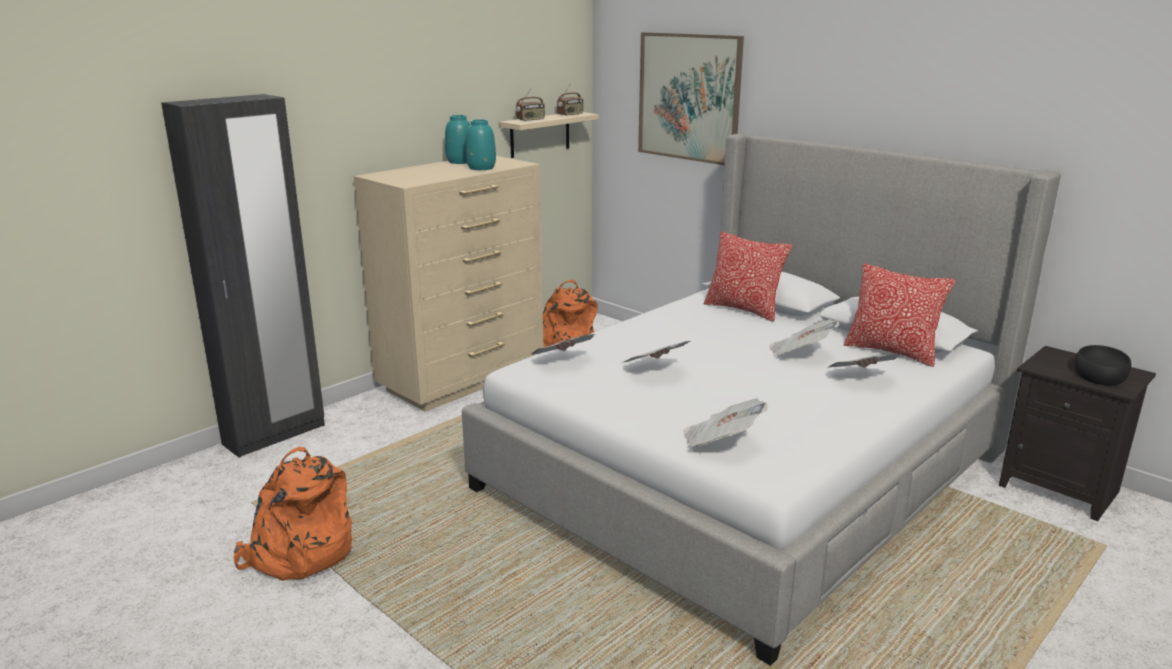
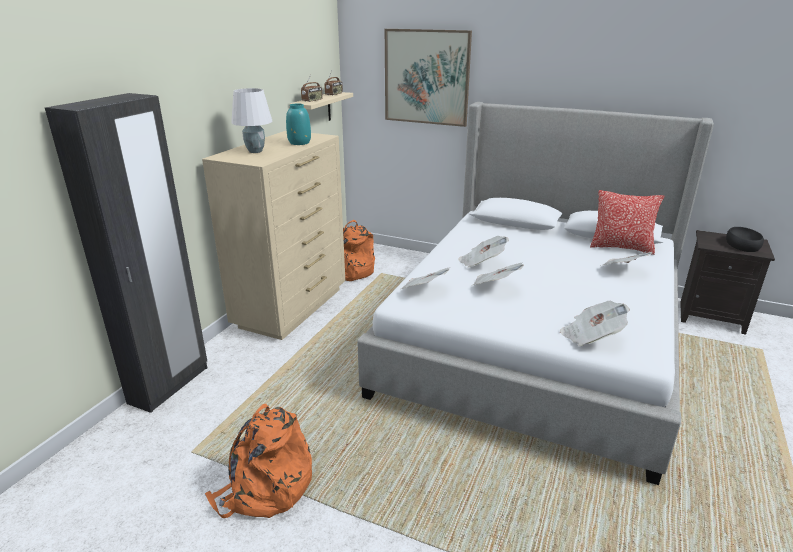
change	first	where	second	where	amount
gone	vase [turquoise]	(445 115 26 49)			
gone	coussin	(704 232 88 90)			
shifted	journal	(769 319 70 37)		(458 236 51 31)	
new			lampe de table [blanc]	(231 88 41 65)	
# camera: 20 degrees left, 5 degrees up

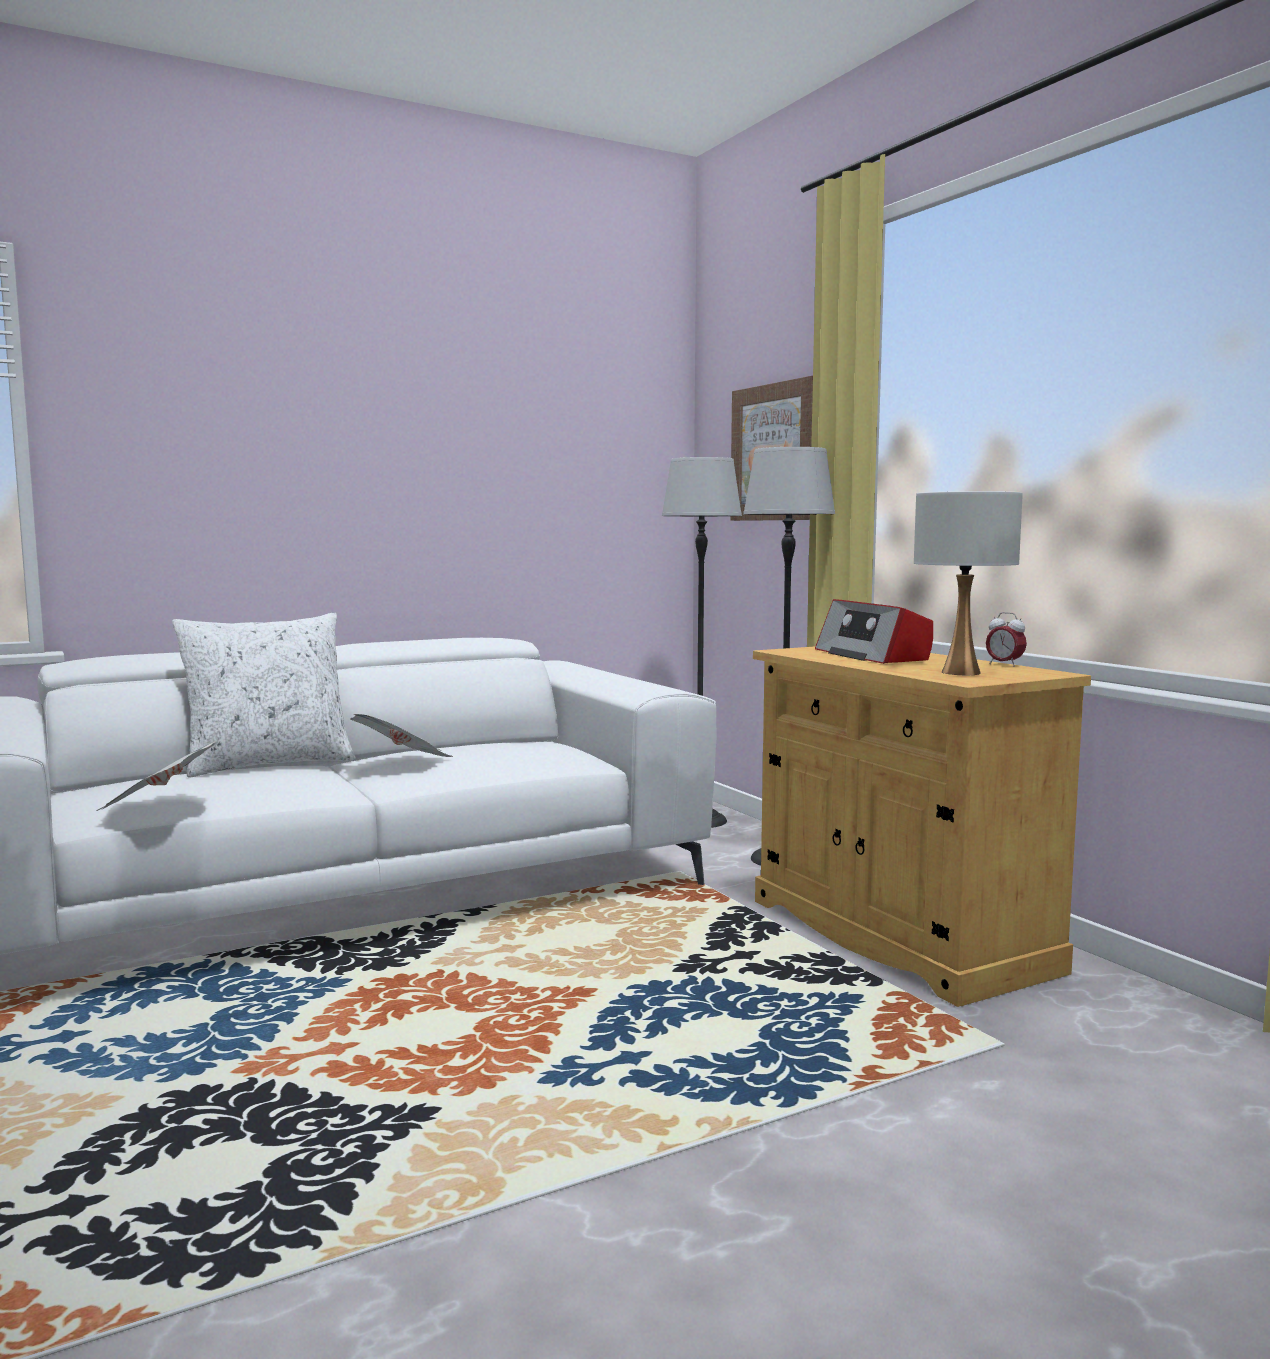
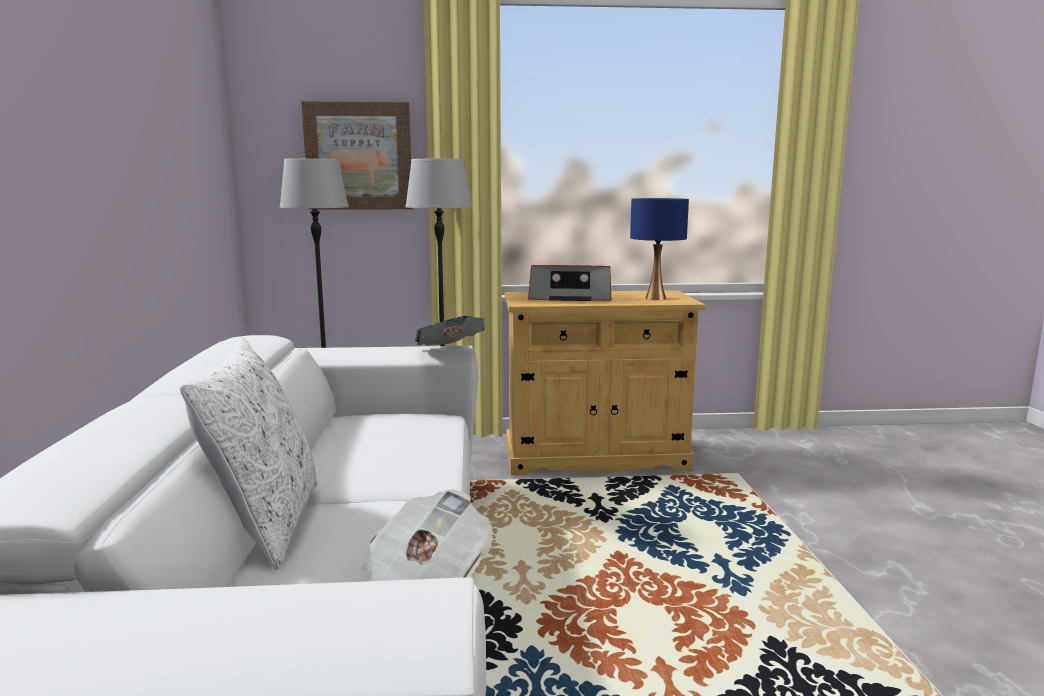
change	first	where	second	where	amount
repainted	lampe de table [blanc]	(914 491 109 184)	lampe de table [bleu]	(630 198 59 102)	
gone	réveil	(986 612 41 55)			
shifted	journal	(350 714 103 43)		(415 316 70 29)	
# camera: 65 degrees left, 5 degrees up

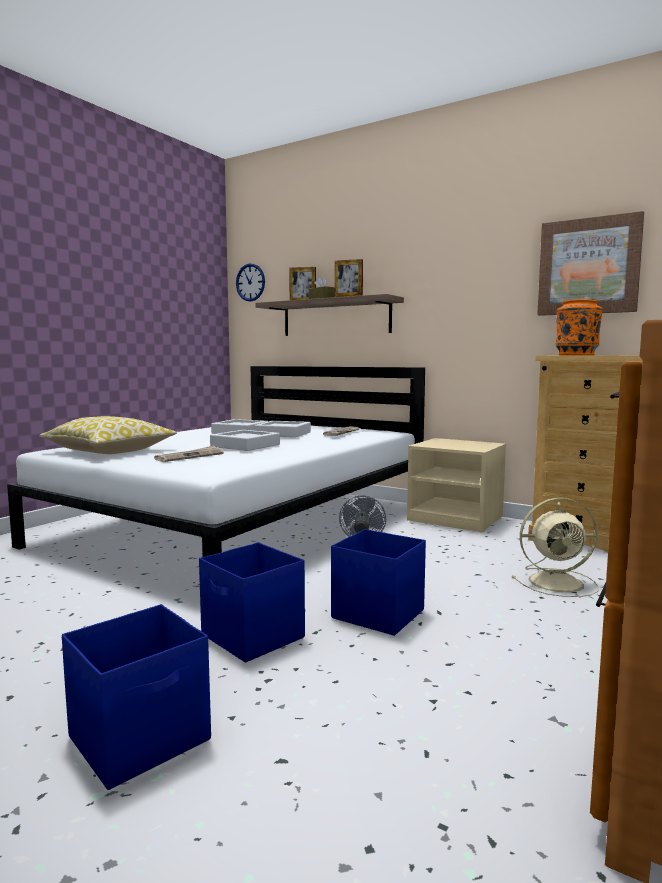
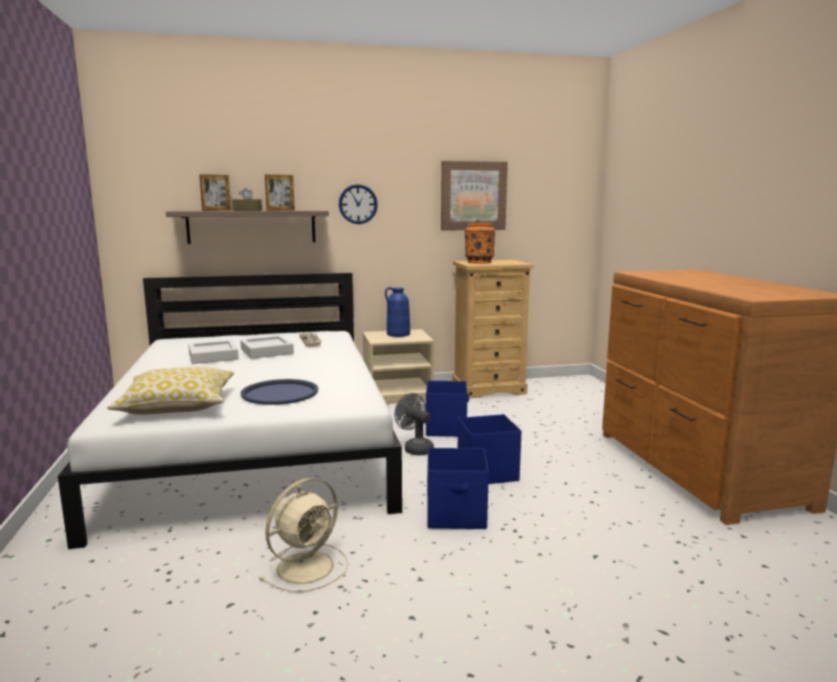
change	first	where	second	where	amount
shifted	horloge murale	(236 263 29 38)		(339 184 39 40)	
gone	plateau [gris]	(210 430 70 21)			
swapped	journal	(154 445 70 17)	plateau [bleu]	(240 379 78 26)	
shifted	ventilateur [beige]	(512 498 87 99)		(259 478 89 114)	
shifted	boîte de rangement [bleu]	(62 604 149 186)		(426 381 43 56)	
new			vase [bleu]	(385 287 25 50)	
# camera: 45 degrees left, 5 degrees up

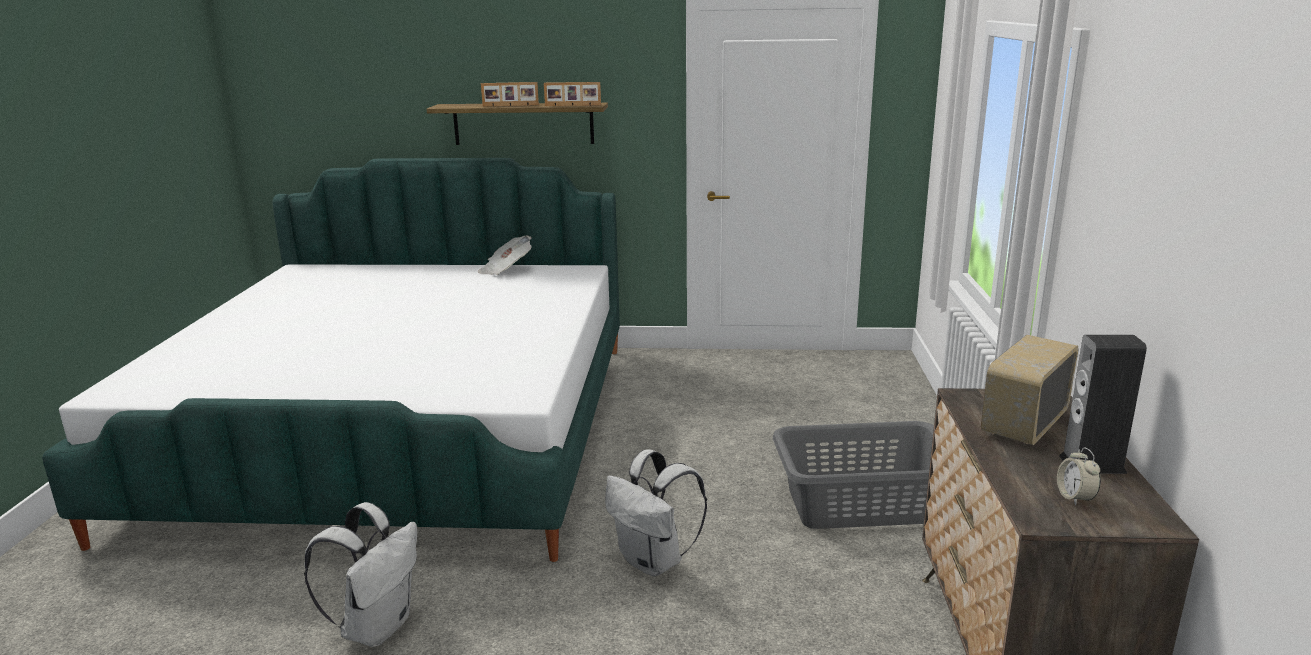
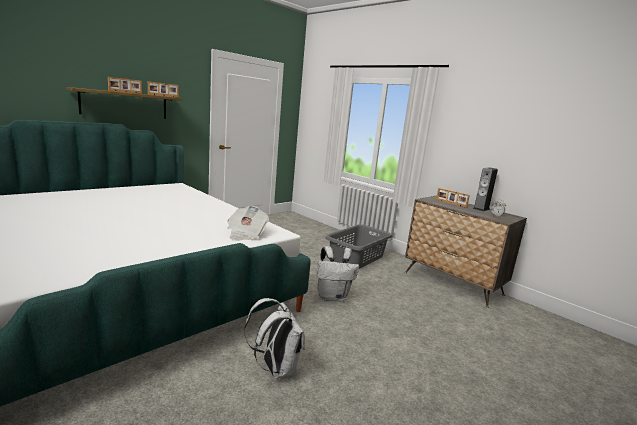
change	first	where	second	where	amount
shifted	journal	(478 236 54 39)		(227 206 42 35)	
swapped	radio	(981 335 98 110)	cadre photo	(436 188 34 20)	
# camera: 50 degrees left, 5 degrees down

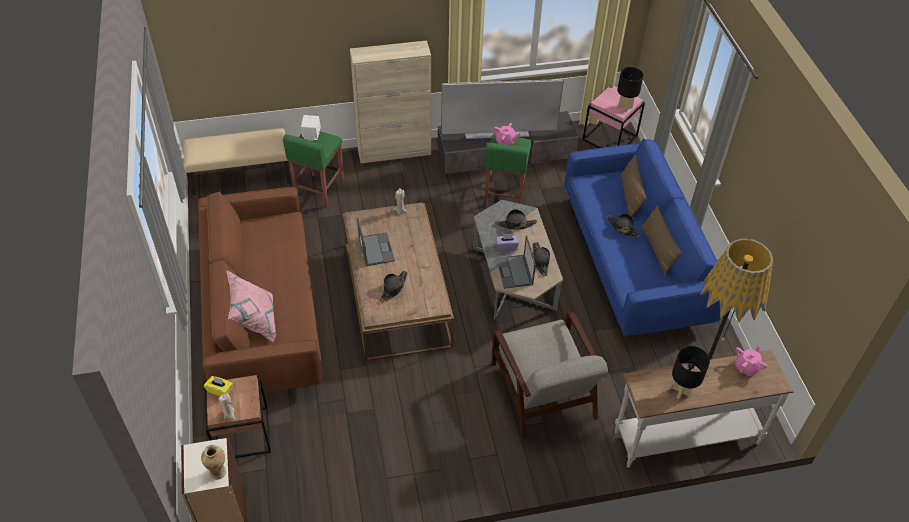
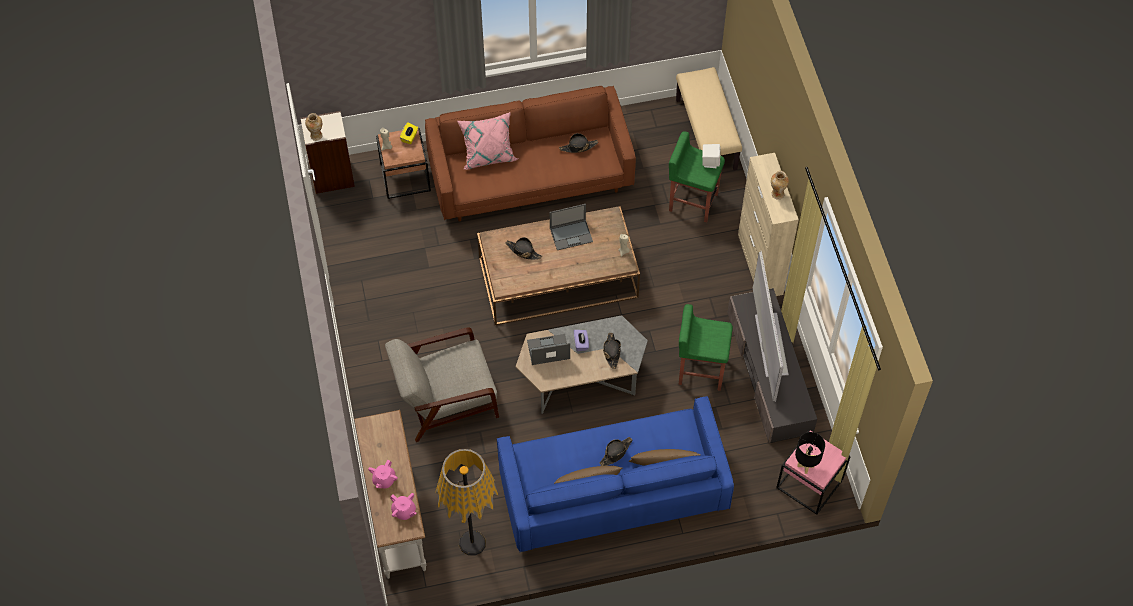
change	first	where	second	where	amount
shifted	théière [rose]	(493 123 28 22)		(368 460 30 29)	
shifted	chapeau [noir]	(532 242 18 34)		(559 133 39 20)	
gone	lampe de table [noir]	(672 346 38 53)			
new			vase	(771 171 18 29)	
# camera: 90 degrees right, 10 degrees up

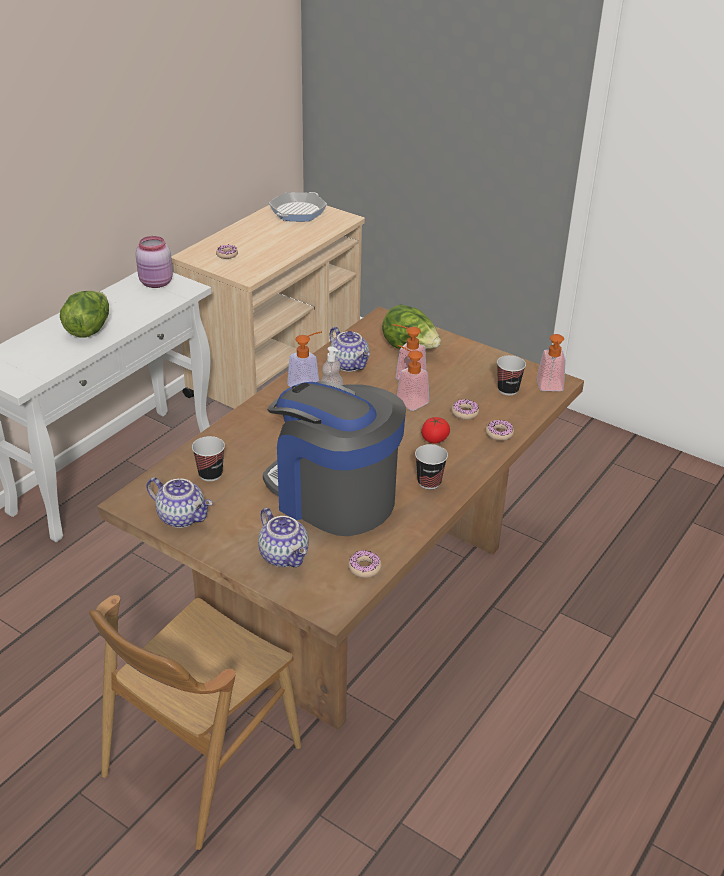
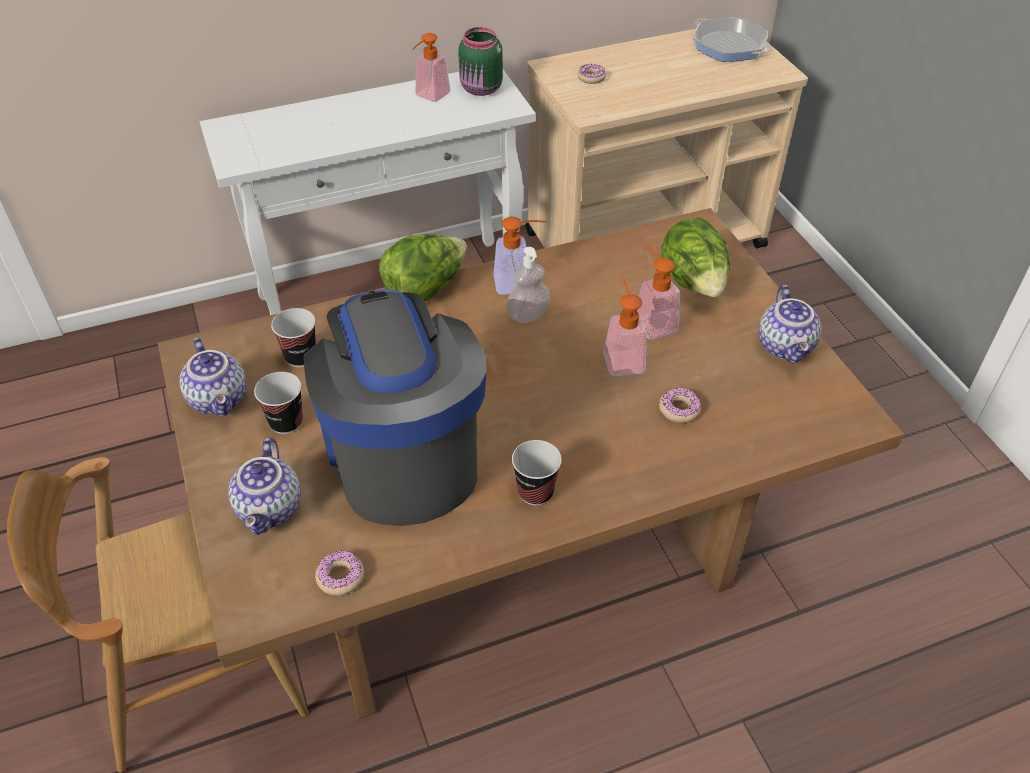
change	first	where	second	where	amount
rotated	poêle	(269 192 58 29)		(693 17 75 45)	75 degrees clockwise
repainted	bocal [rose]	(136 236 37 52)	bocal [vert]	(458 27 45 69)	
shifted	laitue	(60 291 49 47)		(379 234 88 67)	
shifted	théière	(330 327 40 45)		(758 285 63 78)	
shifted	distributeur de savon	(537 334 29 57)		(412 33 39 69)	
shifted	tasse	(497 355 29 40)		(254 372 49 62)	
gone	tomate	(421 417 29 26)			
gone	beignet	(486 420 28 21)			
# camera: 35 degrees right, 10 degrees up

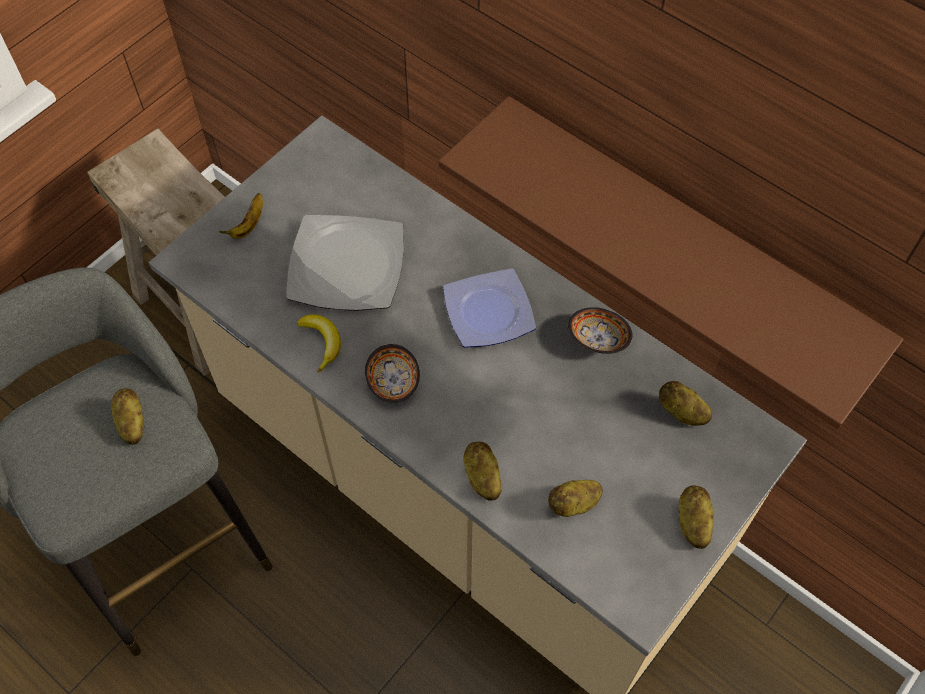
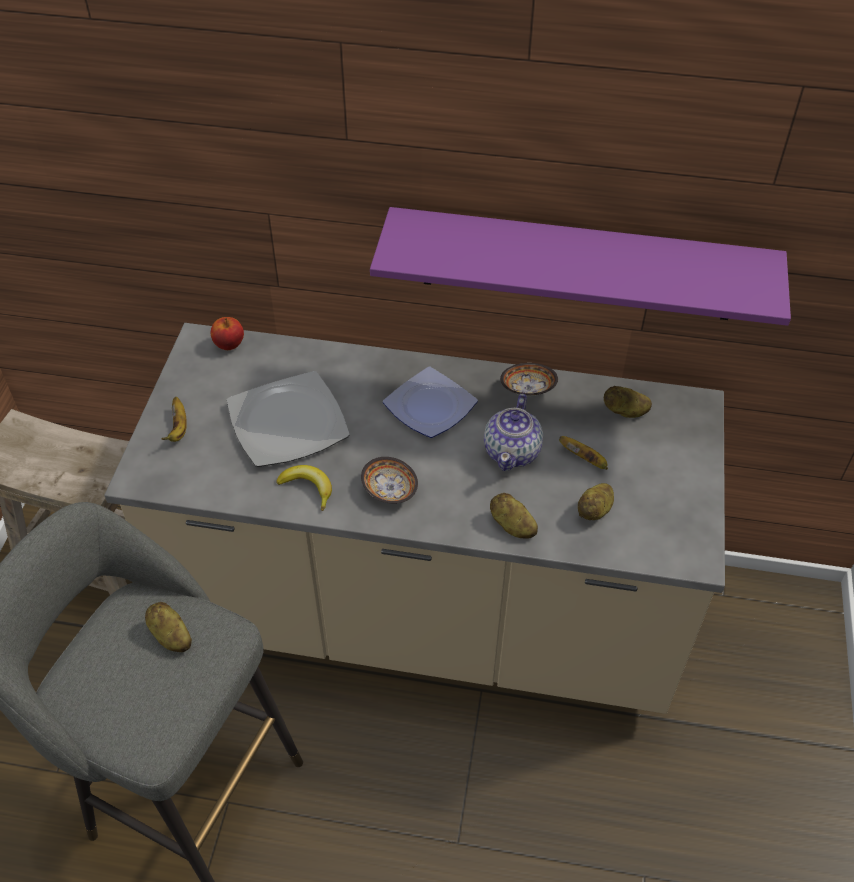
change	first	where	second	where	amount
repainted	étagère [marron]	(439 96 465 333)	étagère [violet]	(370 207 421 119)	
gone	pomme de terre	(679 485 35 64)			
new			pomme	(211 317 33 33)	
new			théière	(484 394 59 77)	
new			banane	(559 436 49 34)	
# camera: 30 degrees left, 10 degrees down

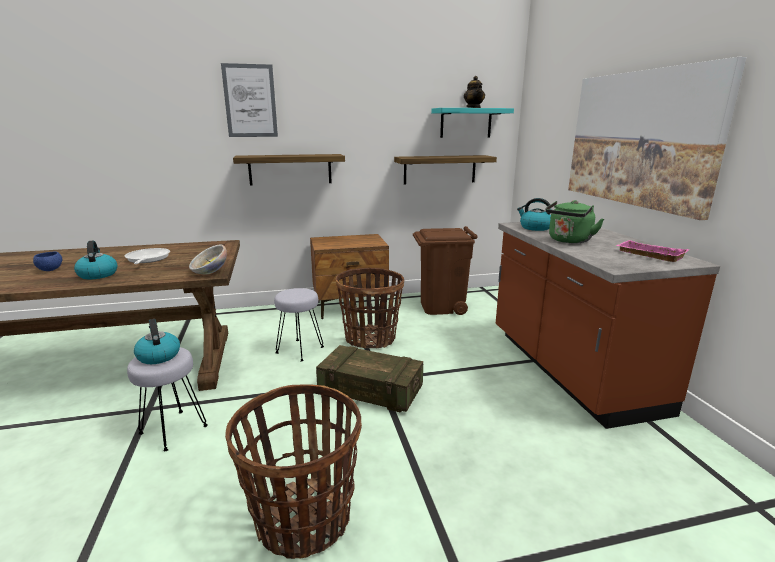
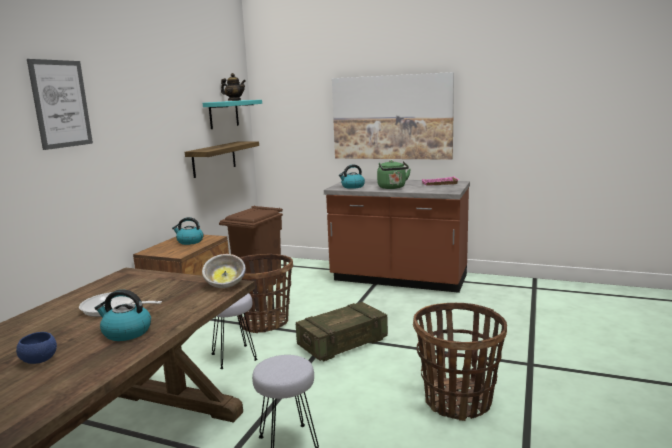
change	first	where	second	where	amount
gone	étagère	(233 154 112 32)			
shifted	bouilloire	(134 319 46 45)		(172 217 32 28)	
# camera: 55 degrees left, 5 degrees down

